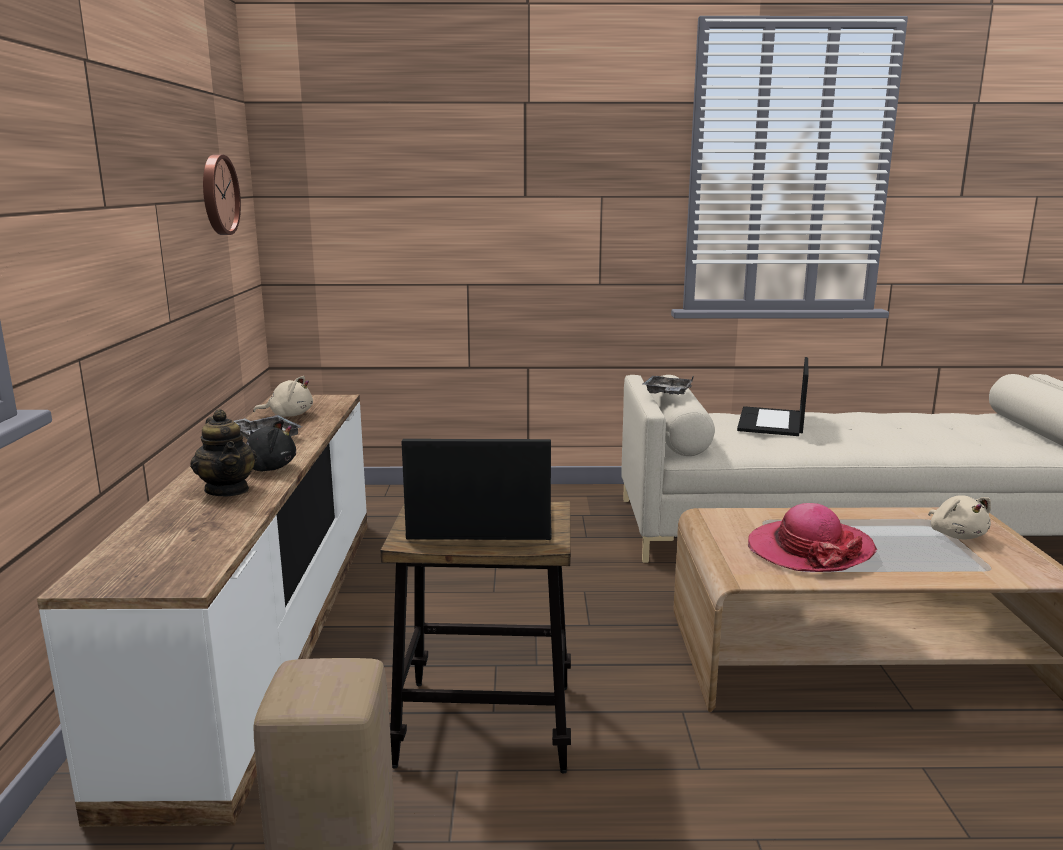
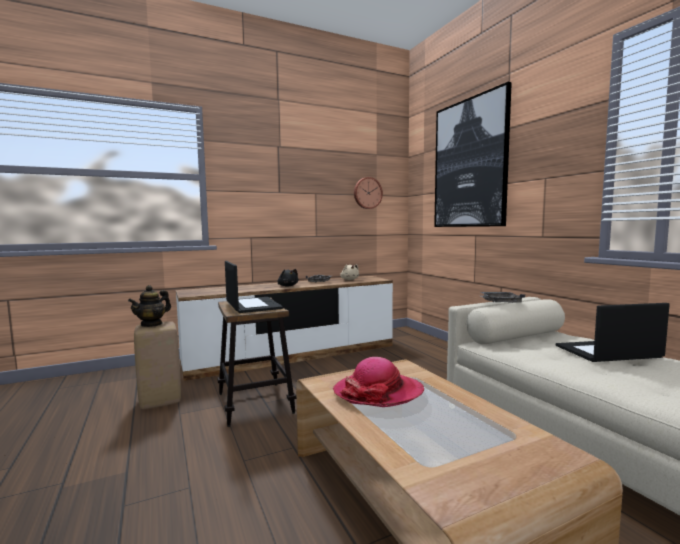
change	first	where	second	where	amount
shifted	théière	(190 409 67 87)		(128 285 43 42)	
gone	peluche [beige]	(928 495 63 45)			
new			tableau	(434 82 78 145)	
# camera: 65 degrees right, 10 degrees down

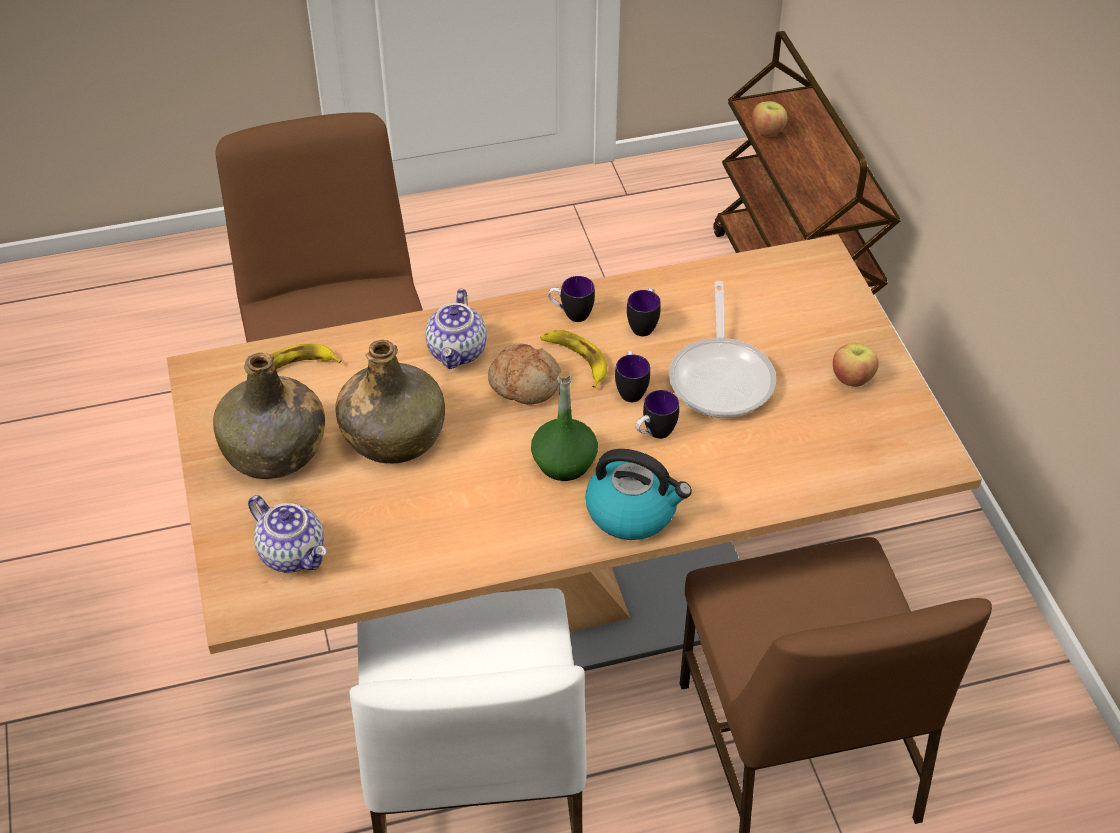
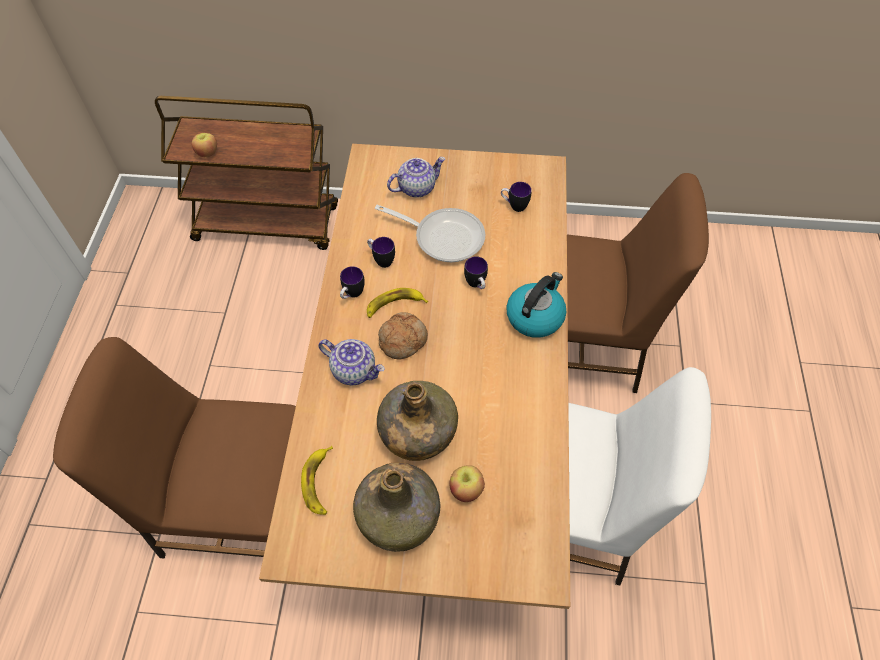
change	first	where	second	where	amount
shifted	pomme	(833 343 46 44)		(450 465 35 37)	
shifted	mug	(615 351 35 51)		(501 182 31 30)	
gone	bouteille [vert]	(531 371 67 110)			
shifted	théière	(248 495 79 78)		(387 157 58 41)	
# camera: 70 degrees left, 10 degrees up

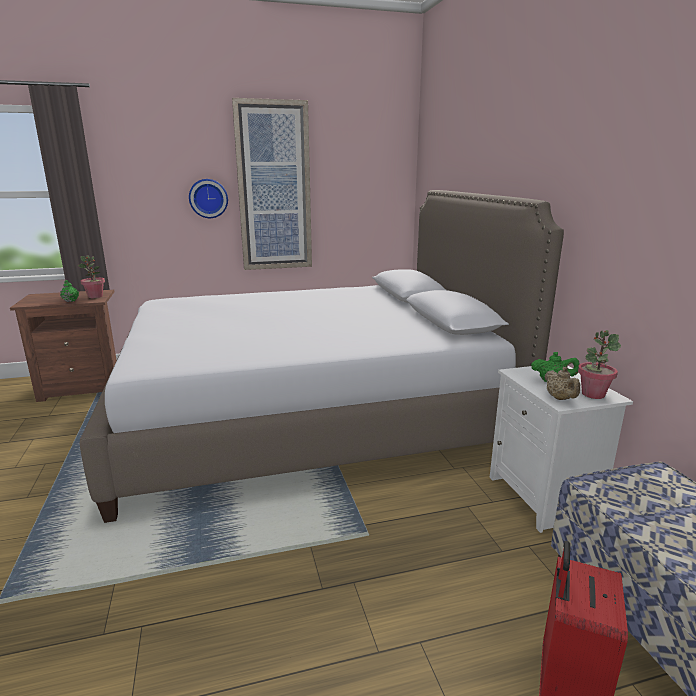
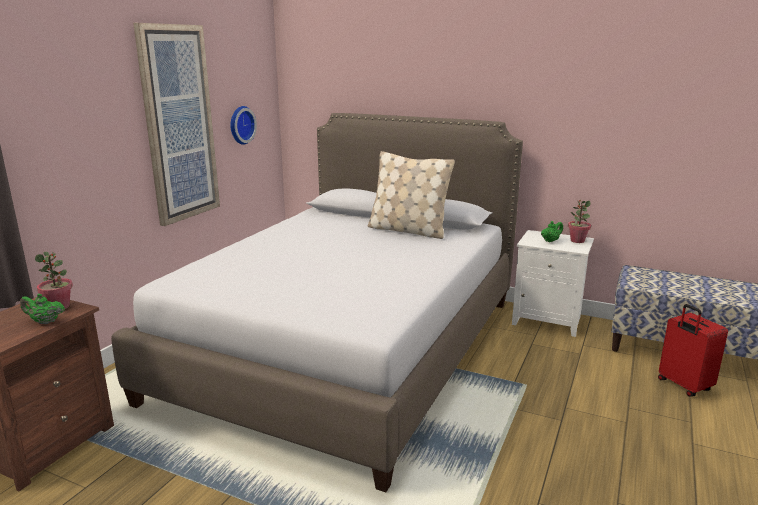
change	first	where	second	where	amount
shifted	horloge murale	(189 179 39 39)		(230 106 27 39)	
gone	théière [beige]	(545 367 35 33)			
new			coussin [beige]	(368 151 87 88)	
# camera: 50 degrees left, 0 degrees up

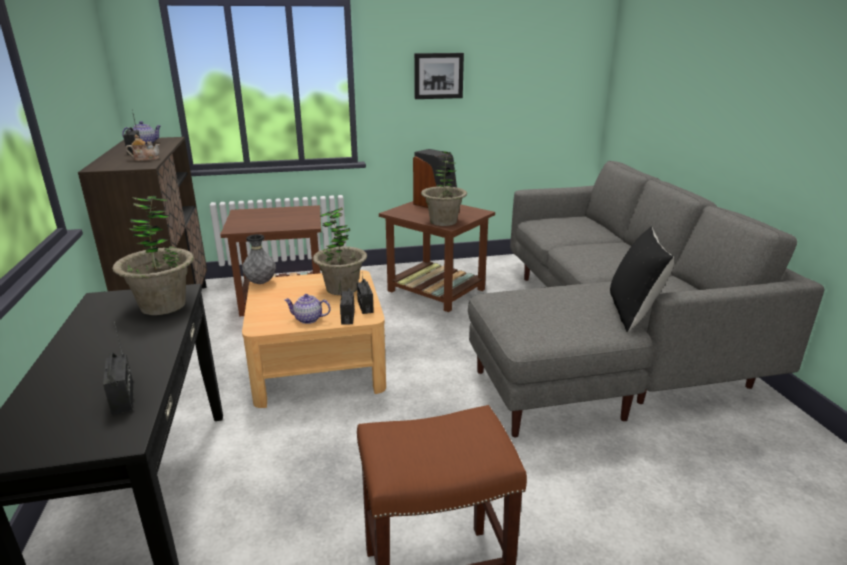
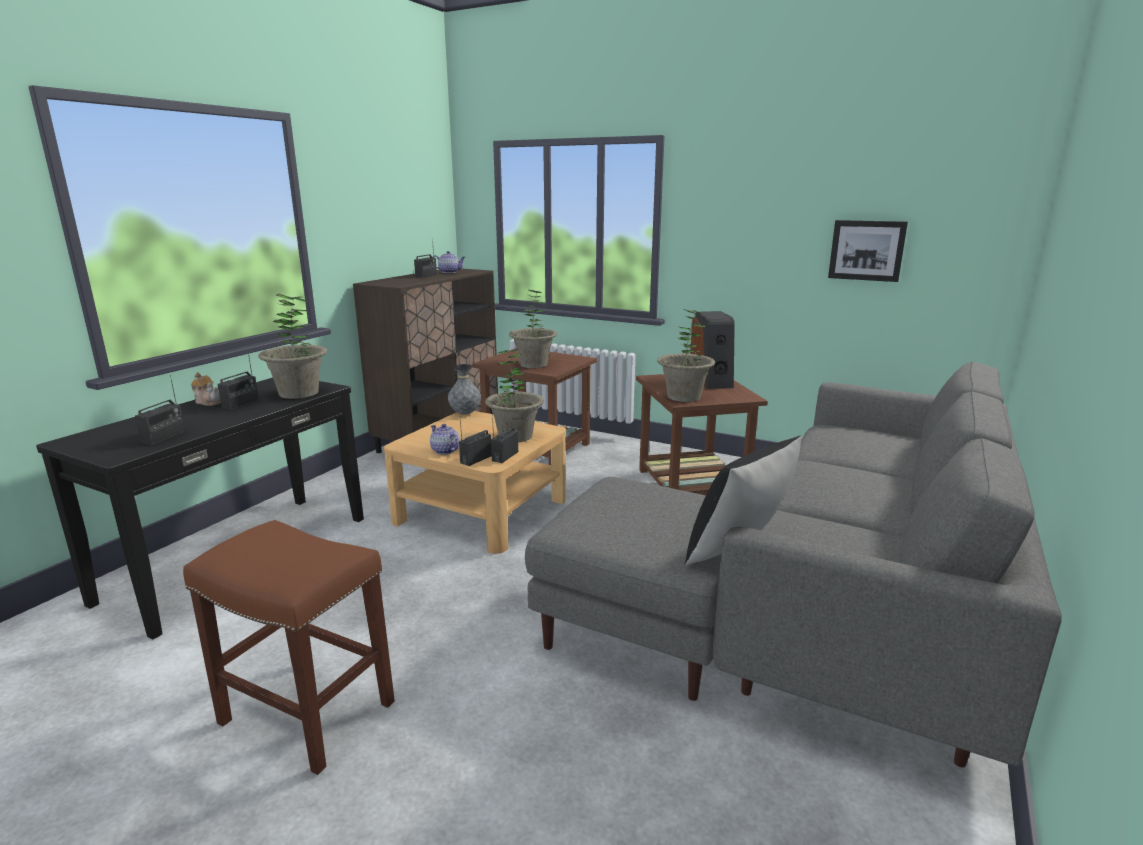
change	first	where	second	where	amount
shifted	tableau	(414 53 50 46)		(828 220 80 62)	
shifted	théière	(126 134 34 27)		(191 372 30 34)	
new			plante en pot	(509 290 48 78)	
new			radio	(217 353 42 57)	
# camera: 40 degrees right, 5 degrees down

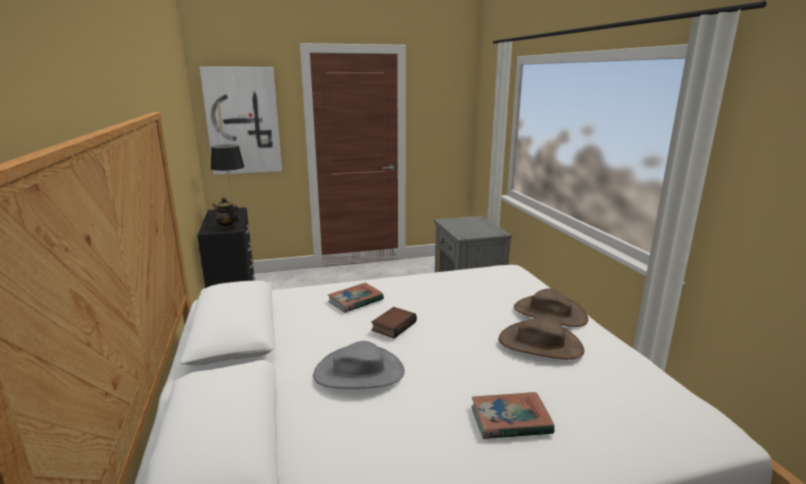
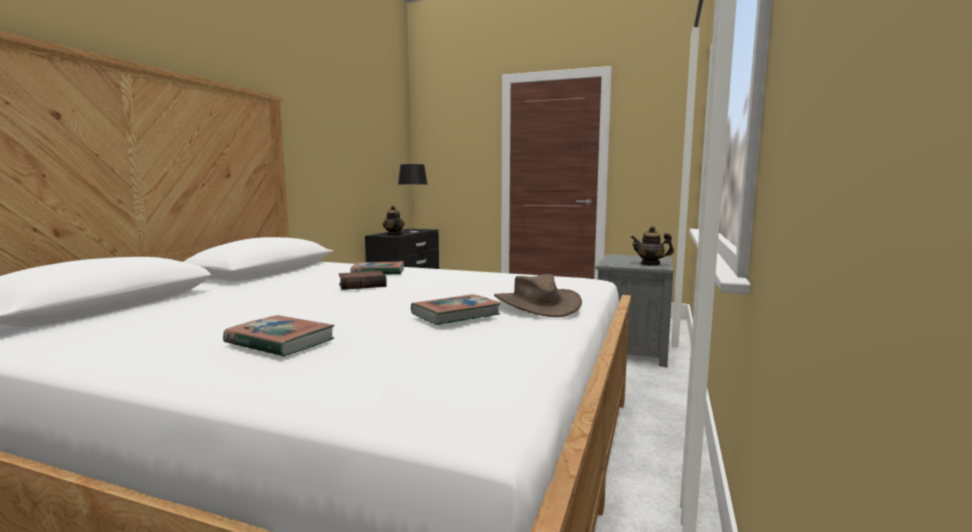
change	first	where	second	where	amount
gone	tableau	(200 67 82 108)			
swapped	chapeau [marron]	(498 317 86 43)	livre	(411 294 90 31)	
gone	chapeau [gris]	(313 341 92 48)			
new			théière	(631 226 43 40)	
# camera: 35 degrees right, 10 degrees down

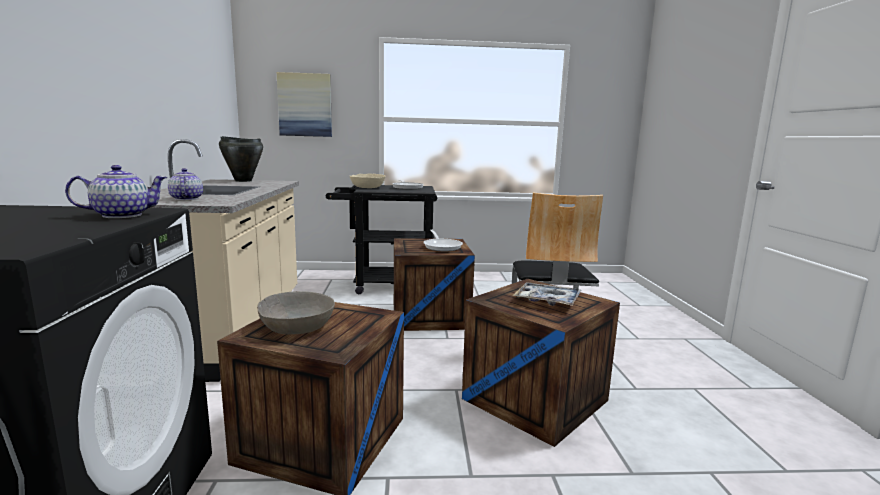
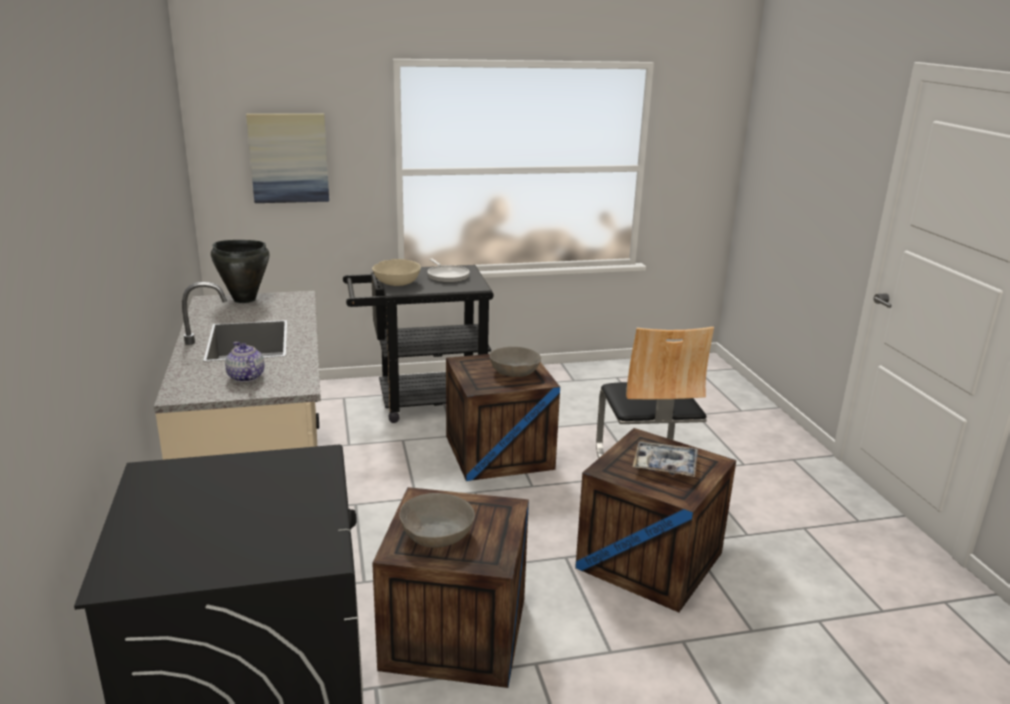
change	first	where	second	where	amount
gone	théière	(65 165 102 53)			
swapped	poêle	(423 230 40 21)	bol [gris]	(489 347 52 30)	
# camera: 10 degrees left, 10 degrees up

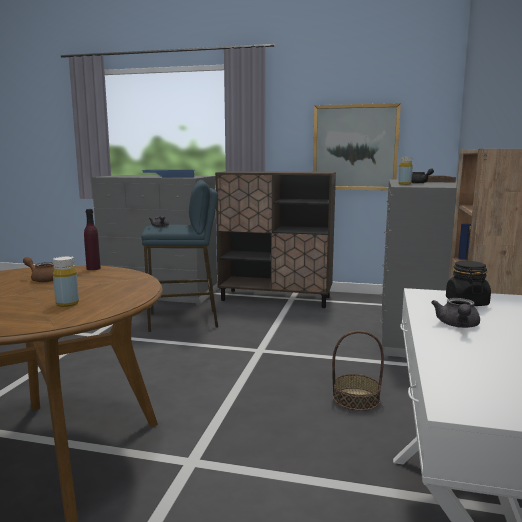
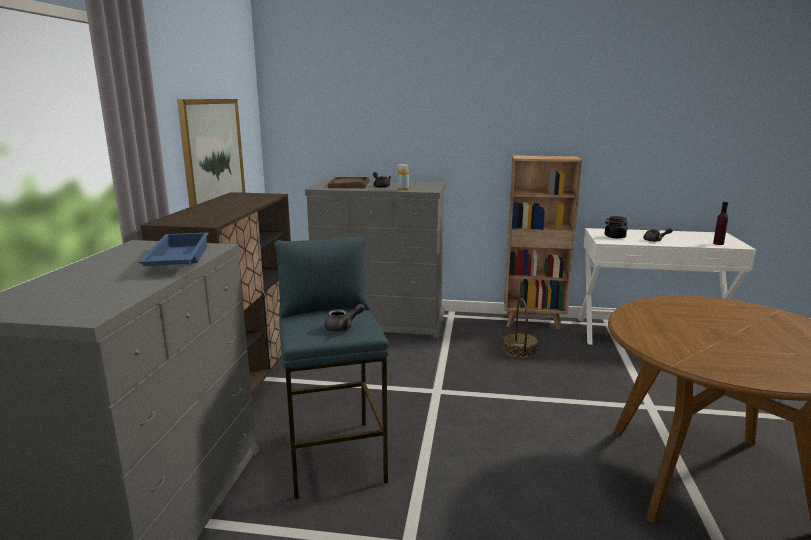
change	first	where	second	where	amount
shifted	bouteille [violet]	(84 209 17 61)		(713 202 15 43)	
gone	bouteille [jaune]	(53 256 26 51)			
gone	théière [marron]	(23 257 31 25)			
# camera: 95 degrees left, 5 degrees up

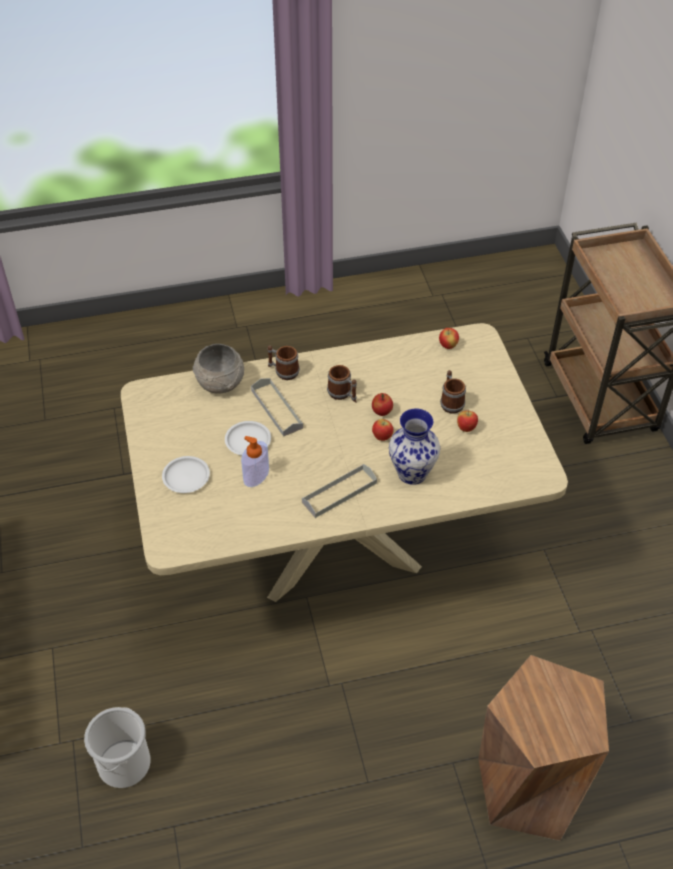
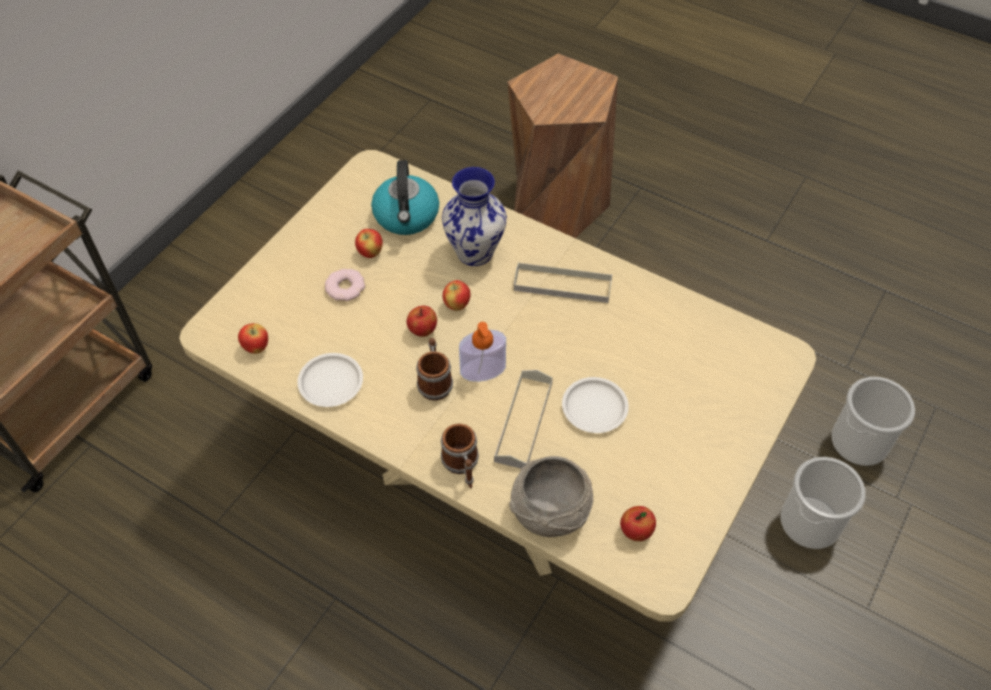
change	first	where	second	where	amount
swapped	mug	(440 370 26 43)	beignet	(325 269 40 32)	
shifted	distributeur de savon	(241 436 28 51)		(459 322 47 60)	
shifted	assiette [blanc]	(162 456 48 37)		(297 353 66 54)	
new			bouilloire	(371 160 68 75)	
new			seau	(780 457 86 92)	
new			pomme	(620 506 36 35)	
# camera: 135 degrees left, 5 degrees up

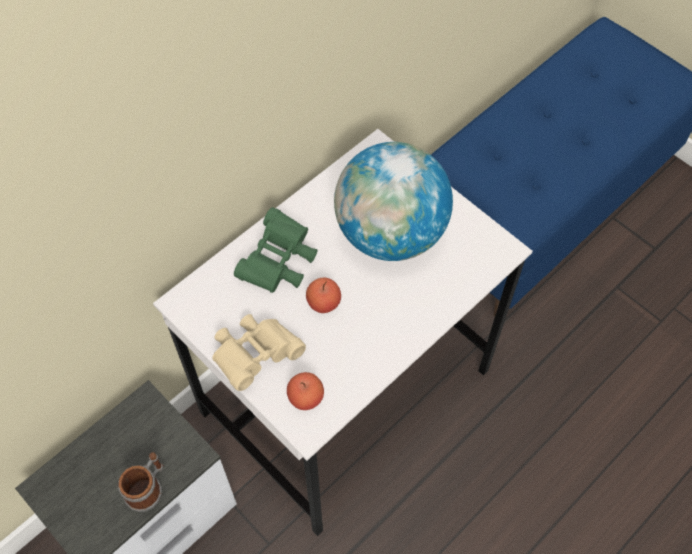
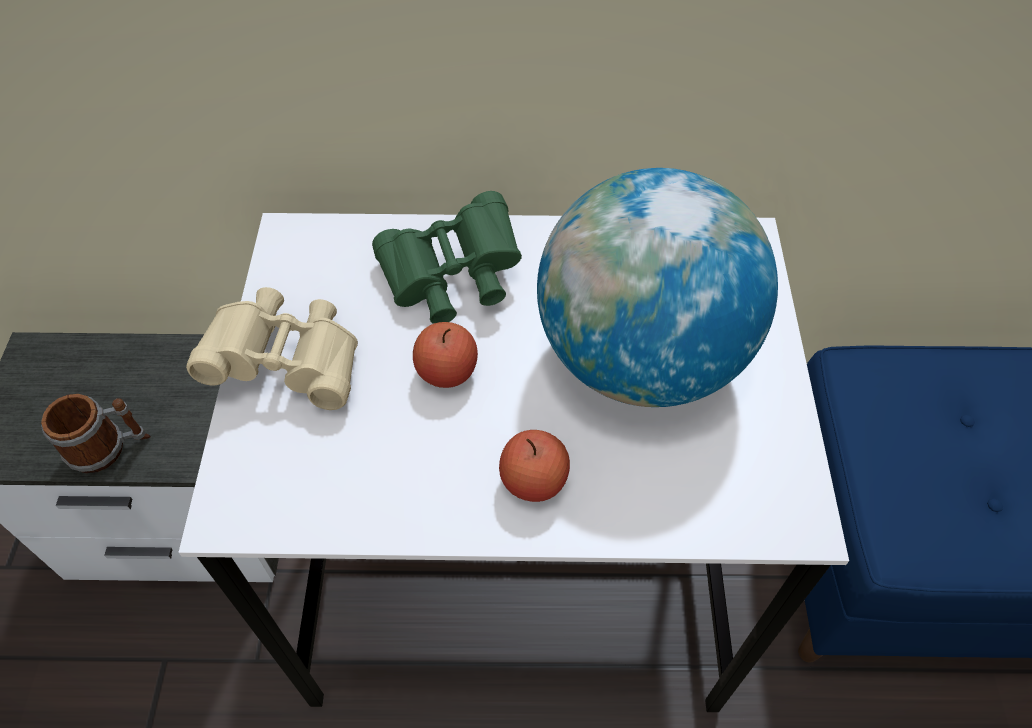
change	first	where	second	where	amount
shifted	pomme	(287 372 37 38)		(499 430 71 72)	
# camera: 45 degrees right, 5 degrees down

